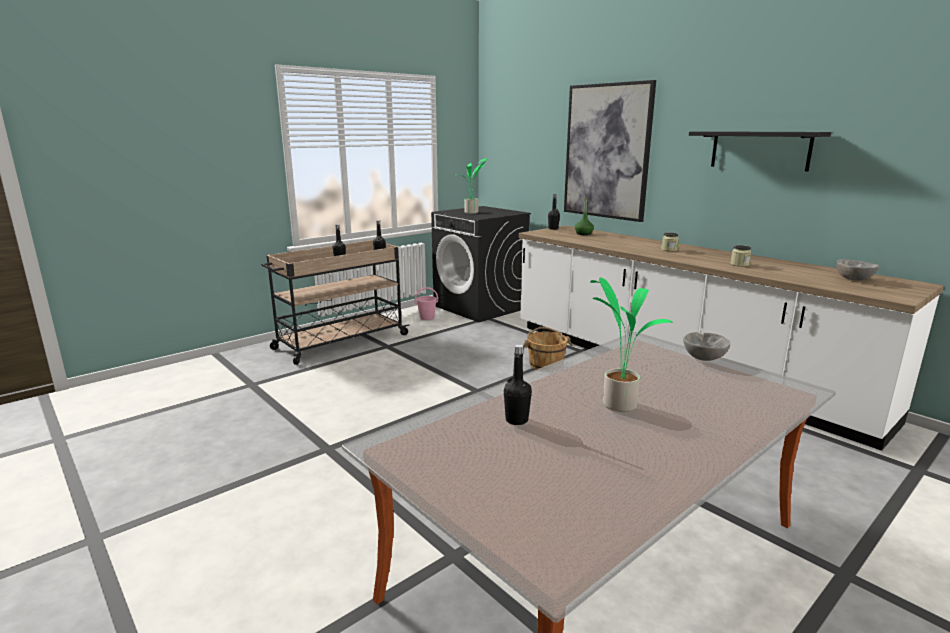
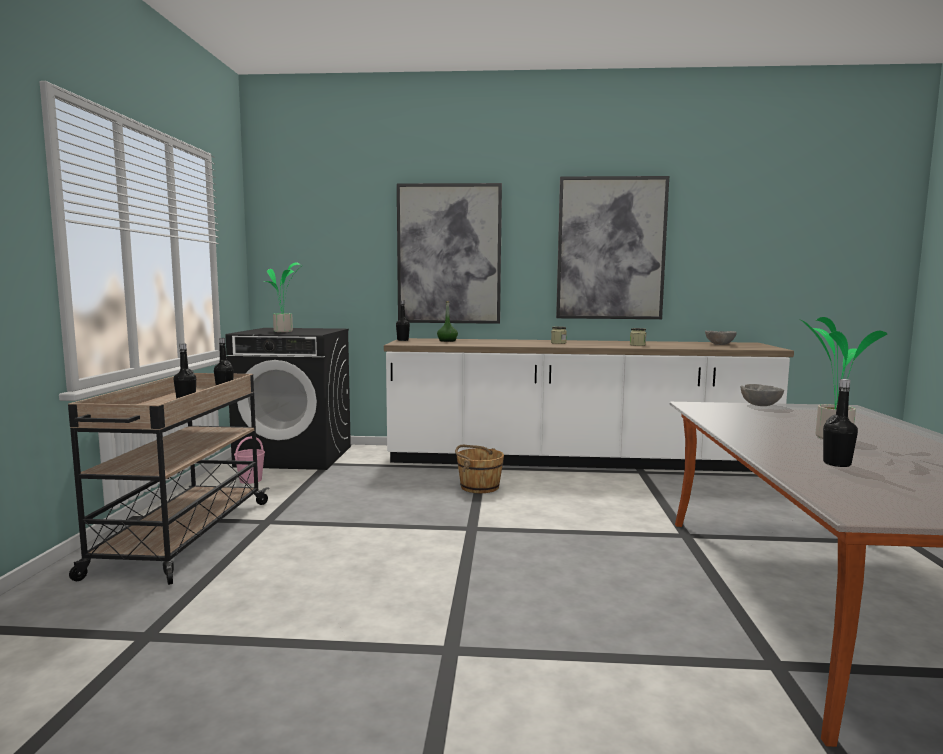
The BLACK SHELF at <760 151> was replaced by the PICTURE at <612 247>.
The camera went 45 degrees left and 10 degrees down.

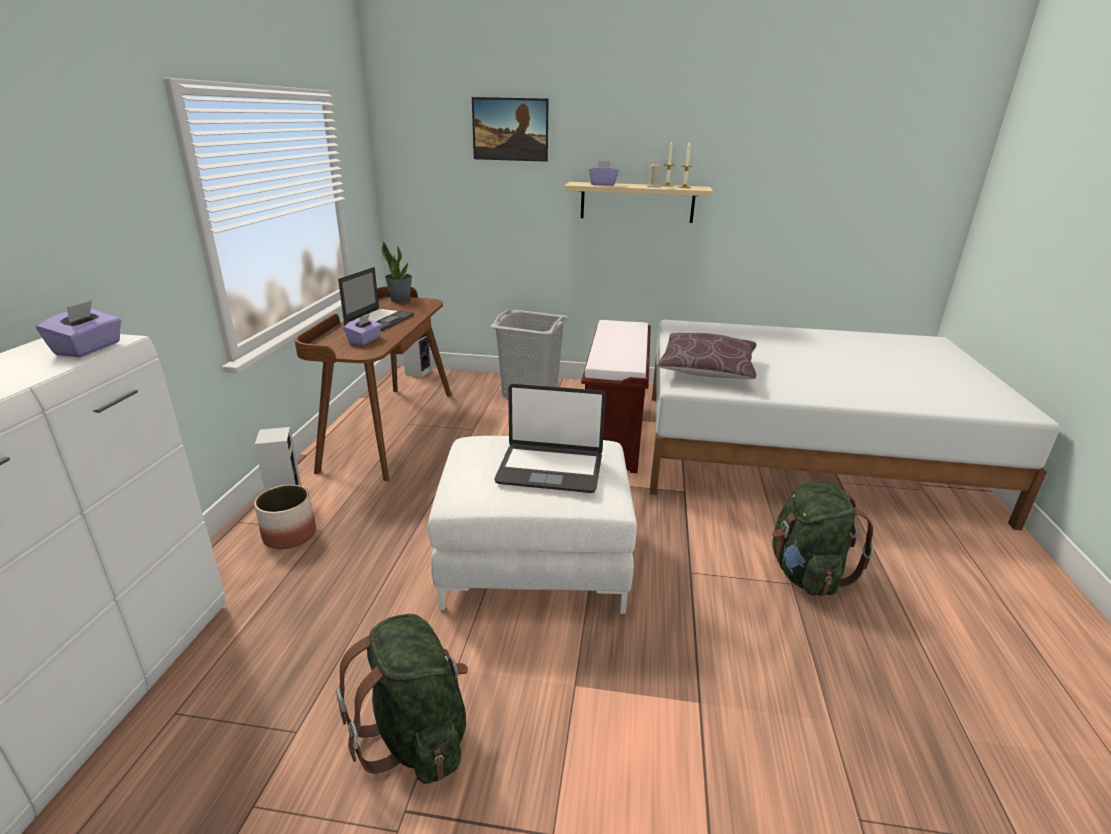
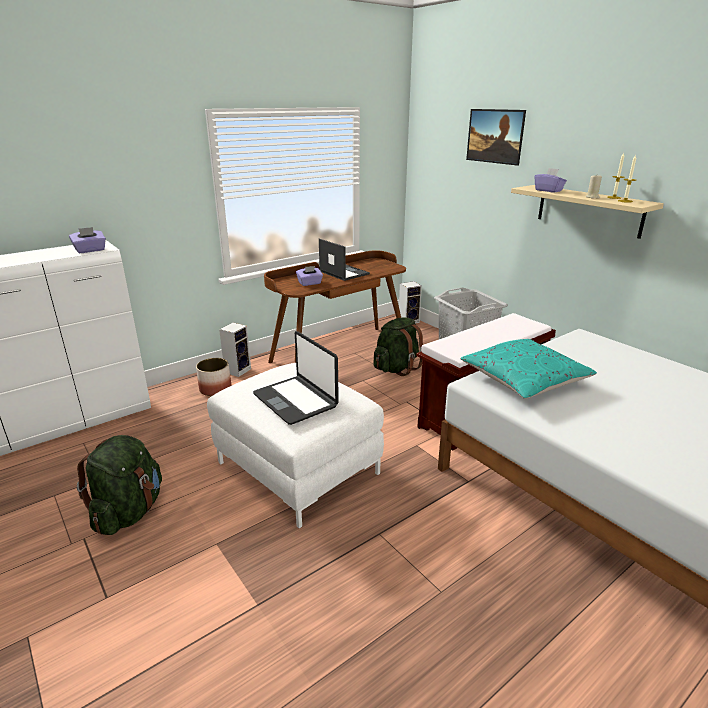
The LAPTOP at <376 299> turned 105 degrees counterclockwise.
The GREEN BACKPACK moved from <823 538> to <398 346>.
The BROWN PILLOW at <707 356> became the TURQUOISE PILLOW at <528 369>.
The POTTED PLANT at <396 272> disappeared.
The camera went 45 degrees right and 0 degrees up.

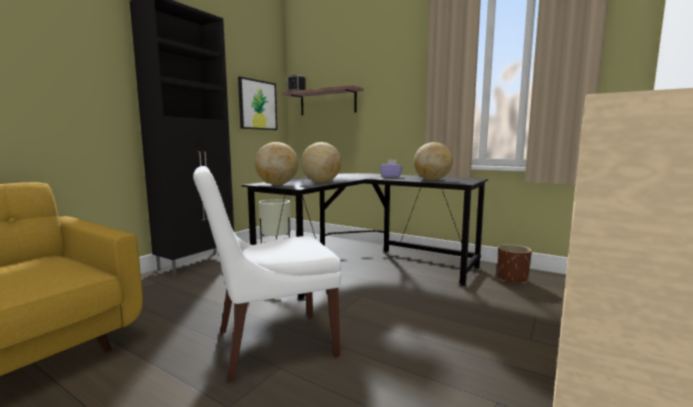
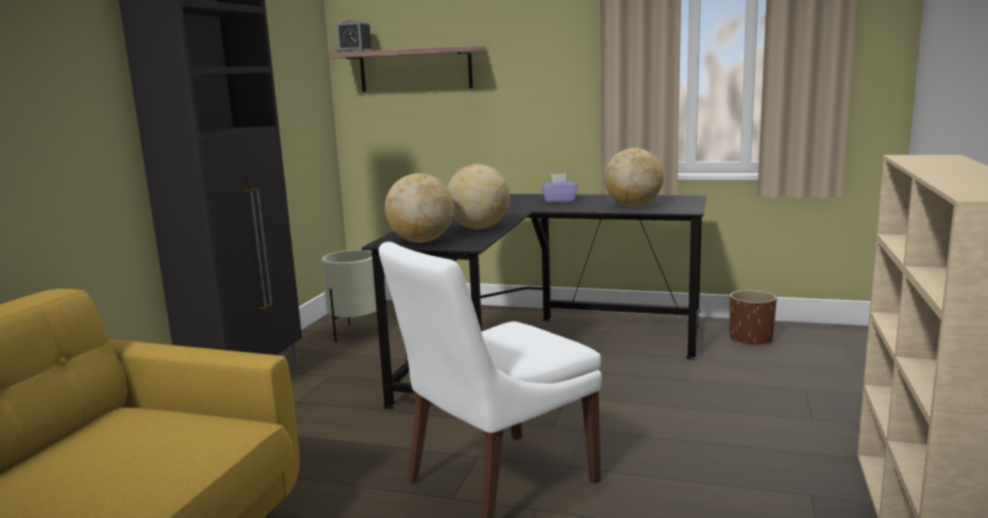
The PICTURE at <257 103> disappeared.
The camera went 15 degrees left and 5 degrees up.

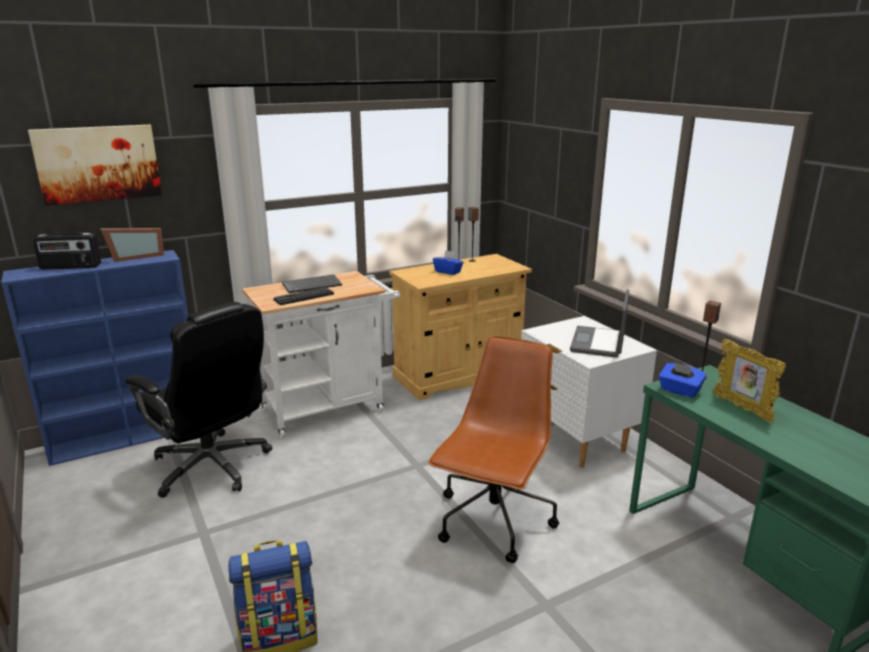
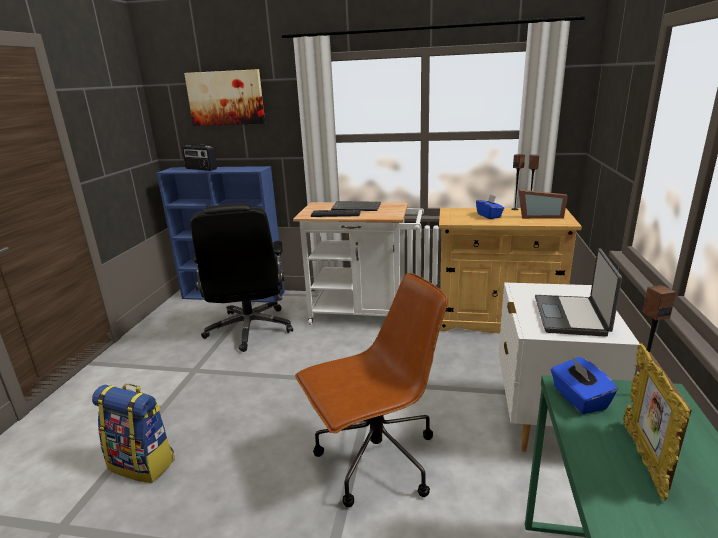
The PICTURE FRAME moved from <132 245> to <543 204>.
The LAPTOP at <599 323> turned 45 degrees counterclockwise.
The camera went 40 degrees right and 0 degrees up.

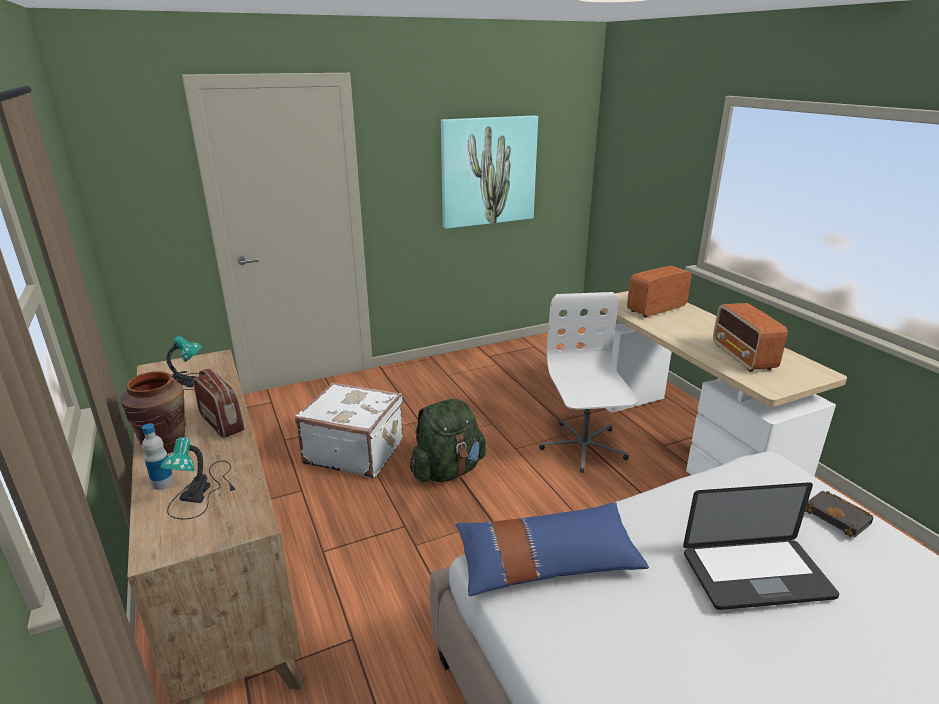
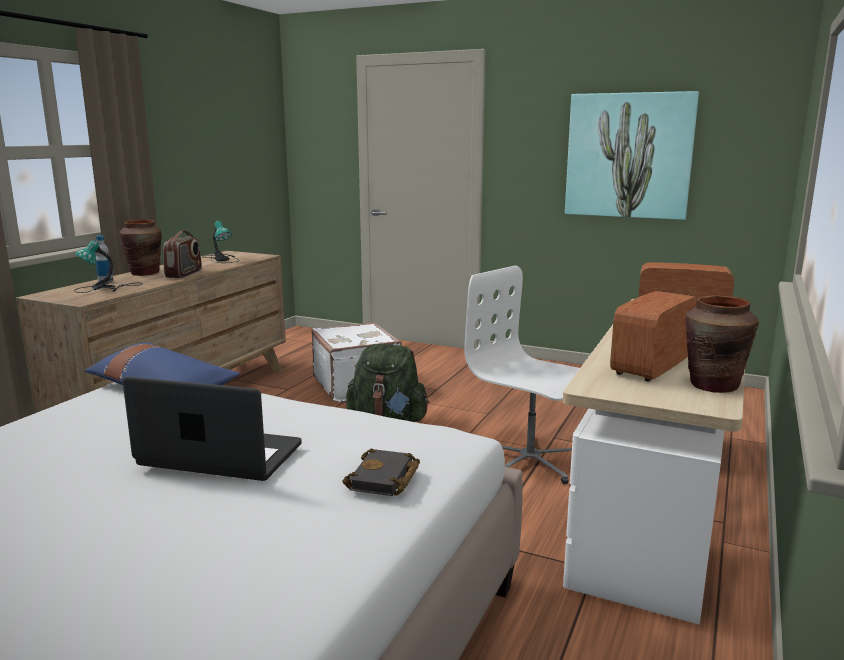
The LAPTOP at <761 546> turned 150 degrees clockwise.
The WHITE OFFICE CHAIR at <588 382> turned 90 degrees counterclockwise.
The BROWN VASE at <722 344> appeared.
The camera went 50 degrees right and 10 degrees down.

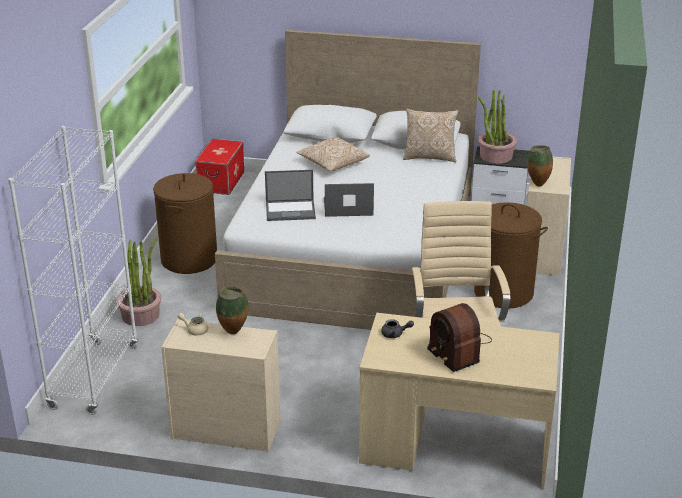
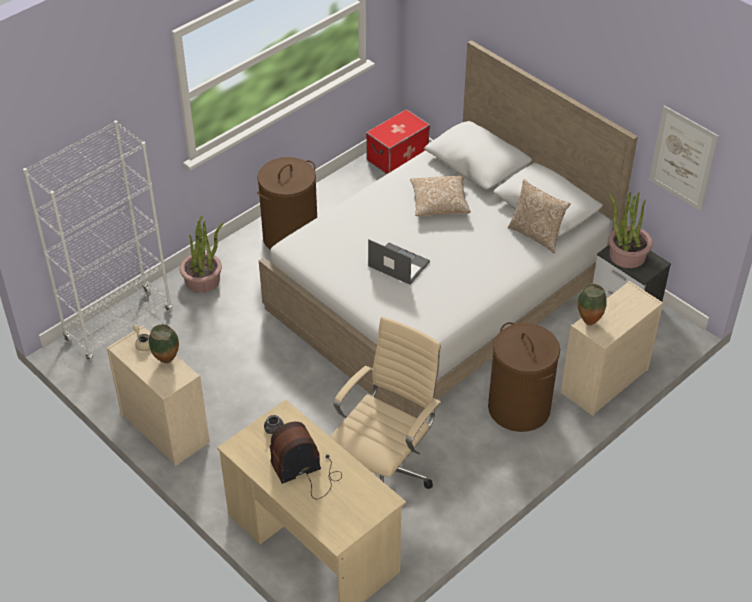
The RADIO at <459 337> turned 60 degrees clockwise.
The PICTURE at <684 158> appeared.
The LAPTOP at <290 195> disappeared.
The camera went 35 degrees right and 15 degrees up.

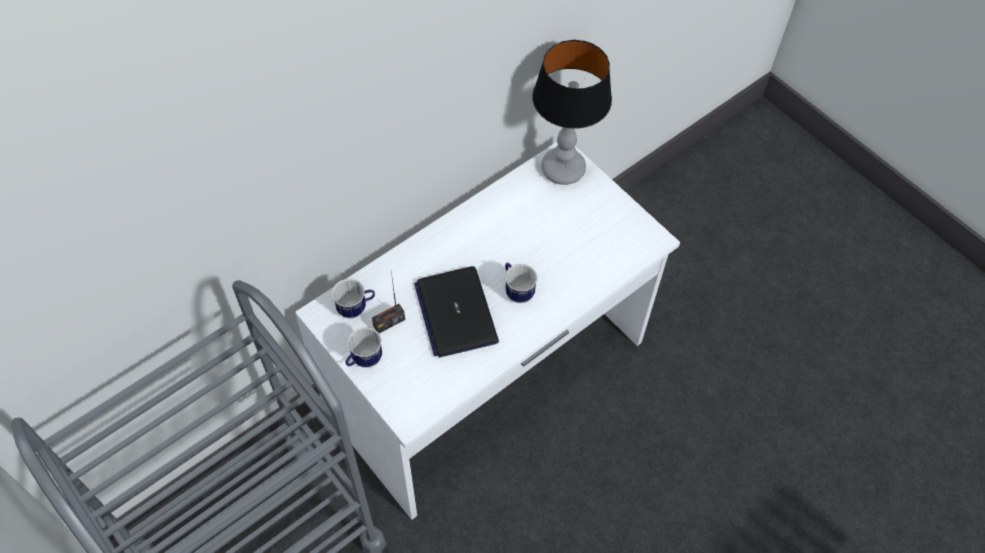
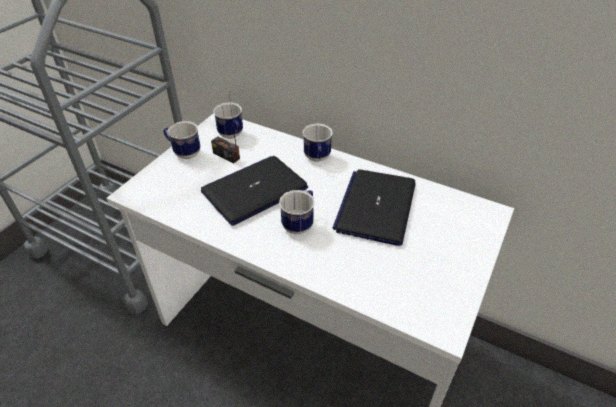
The MUG at <318 143> appeared.
The LAPTOP at <374 208> appeared.
The TABLE LAMP at <572 112> disappeared.
The camera went 70 degrees right and 15 degrees down.

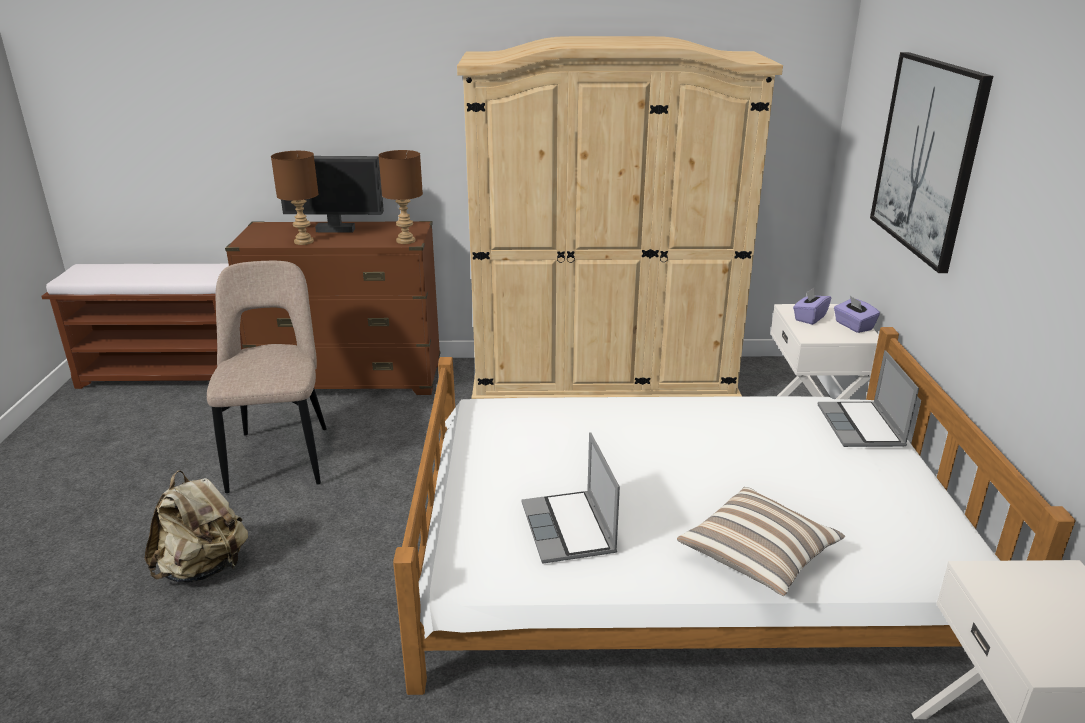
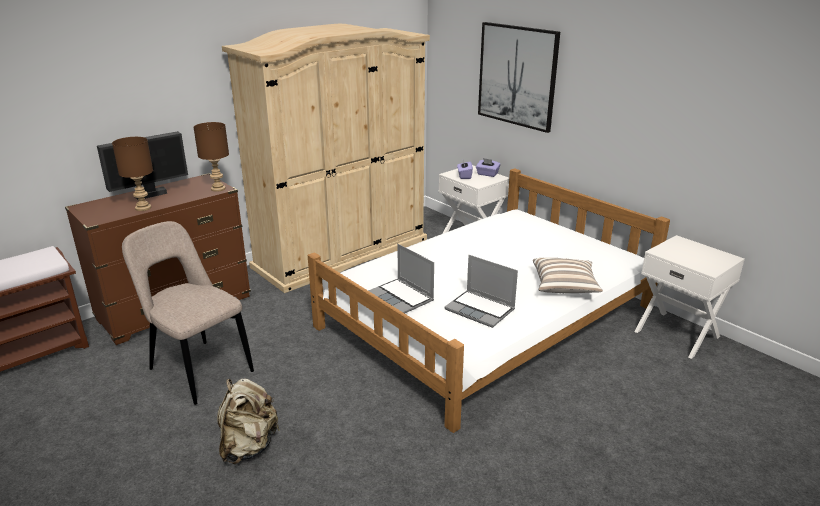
The LAPTOP moved from <868 398> to <401 278>.
The camera went 40 degrees left and 0 degrees up.

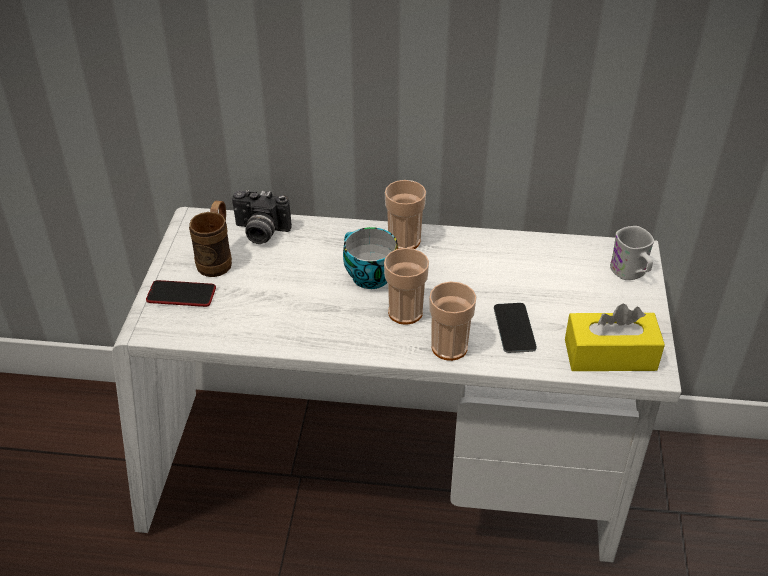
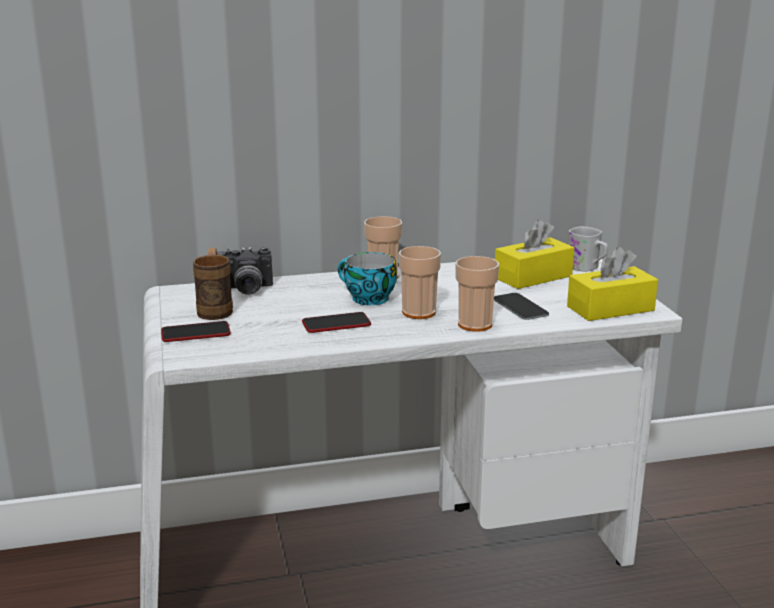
The PHONE at <336 322> appeared.
The YELLOW TISSUE BOX at <534 254> appeared.
The camera went 20 degrees left and 20 degrees down.

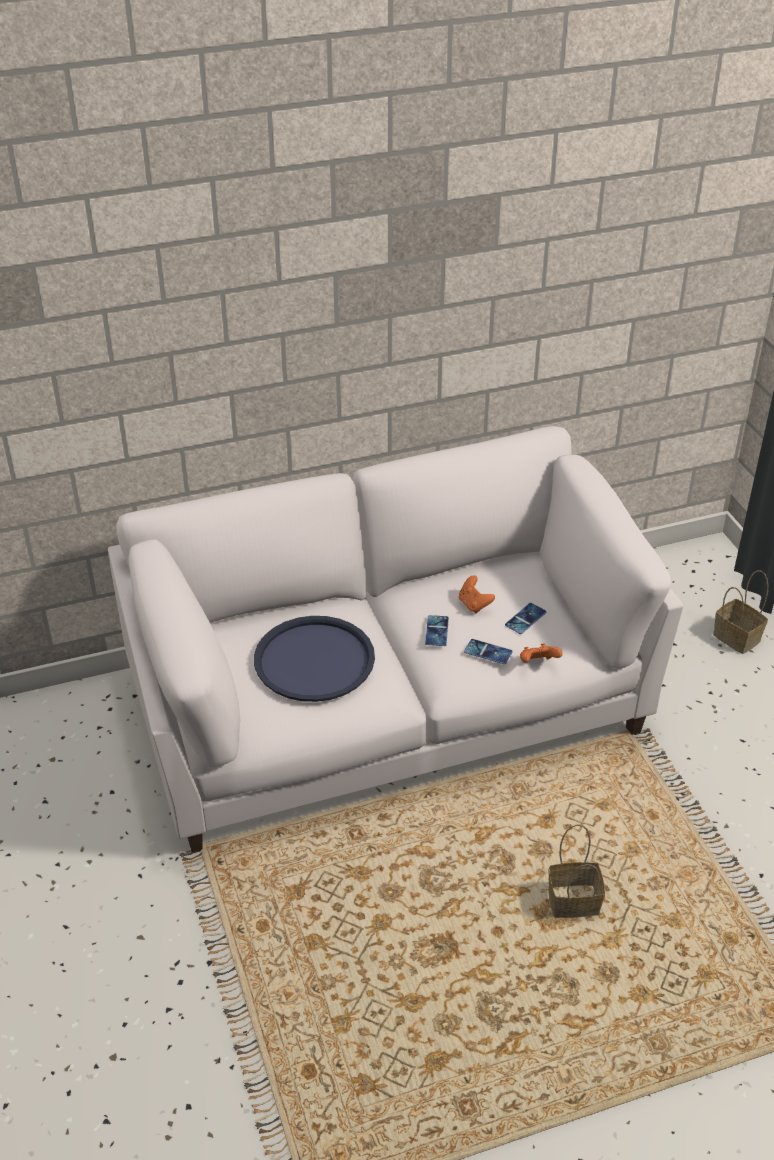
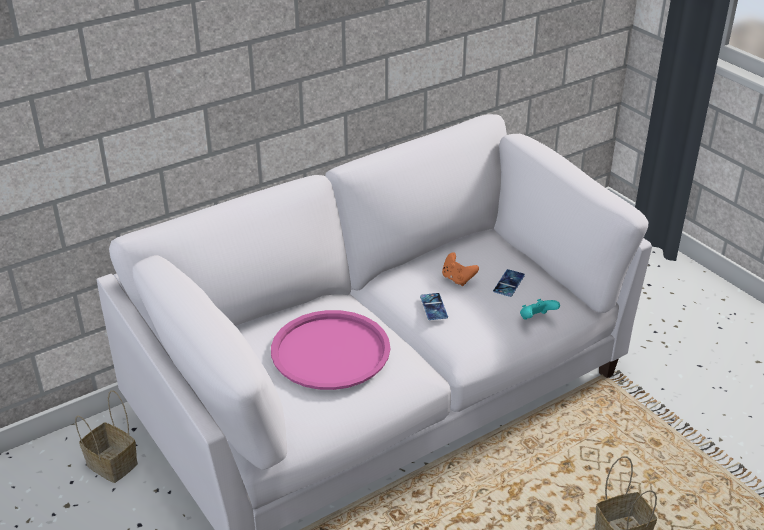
The BASKET moved from <741 612> to <106 436>.
The BLUE TRAY at <314 659> became the PINK TRAY at <330 350>.
The ORANGE GAME CONTROLLER at <541 653> became the TURQUOISE GAME CONTROLLER at <540 309>.
The PHONE at <488 651> disappeared.
The camera went 15 degrees left and 5 degrees down.

